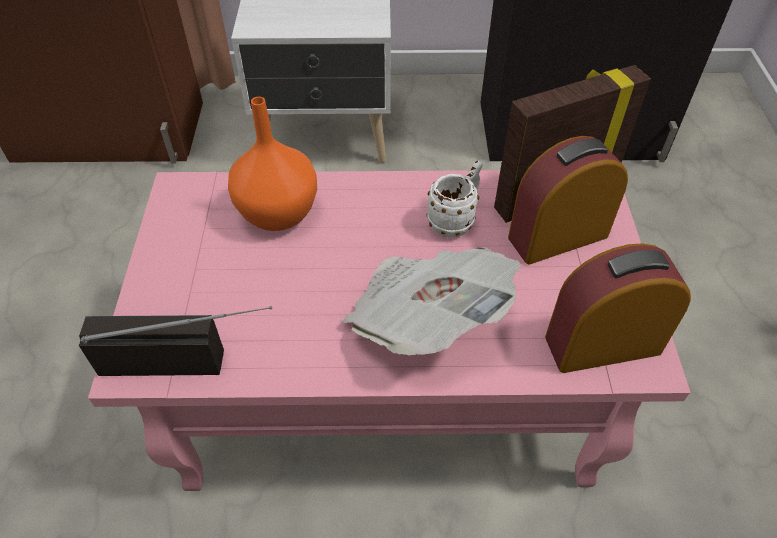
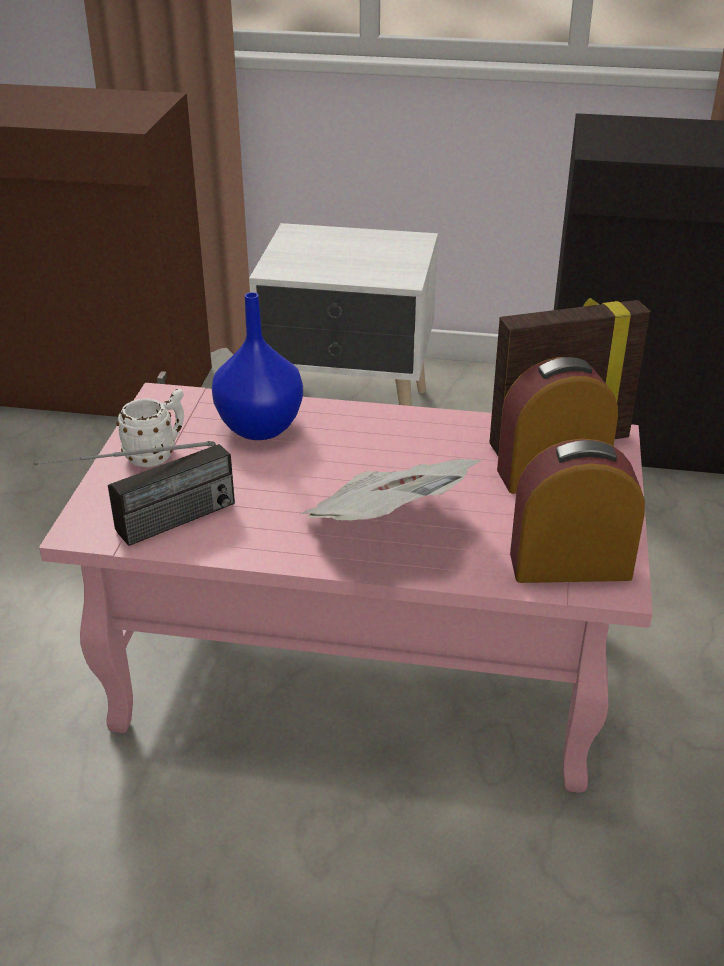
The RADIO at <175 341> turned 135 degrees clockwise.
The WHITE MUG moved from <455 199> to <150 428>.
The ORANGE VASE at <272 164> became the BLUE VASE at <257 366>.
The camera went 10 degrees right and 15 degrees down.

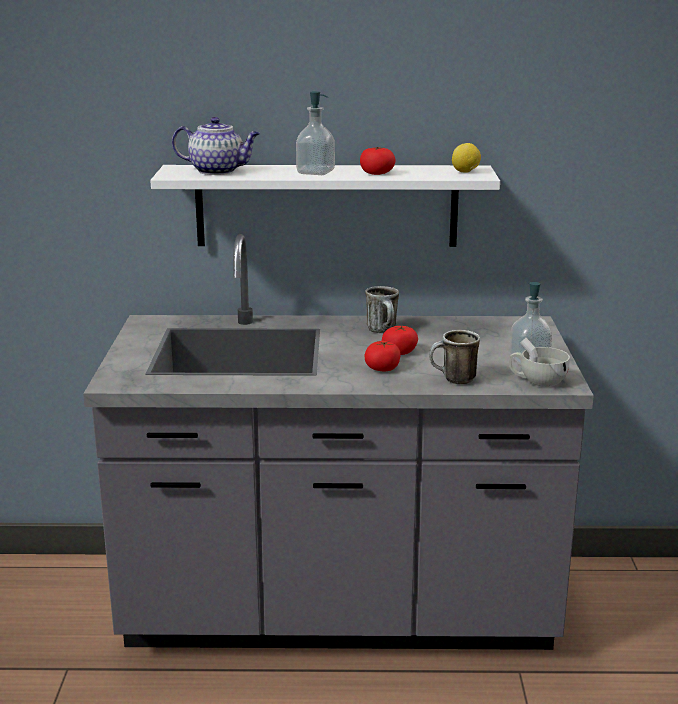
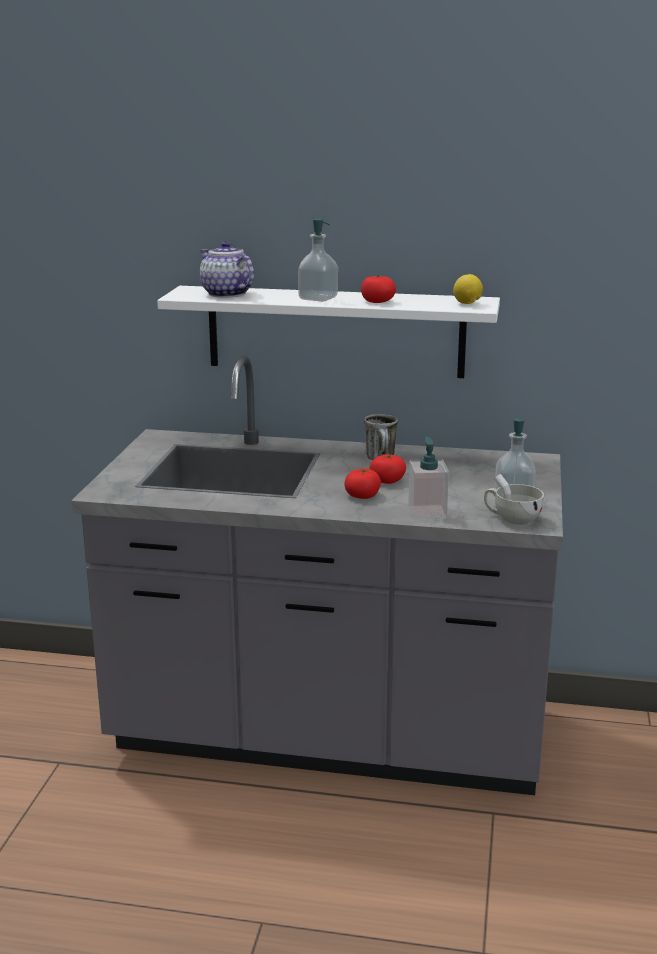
The TEAPOT at <216 146> turned 150 degrees counterclockwise.
The MUG at <454 357> was replaced by the SOAP DISPENSER at <428 478>.
The camera went 10 degrees right and 0 degrees up.

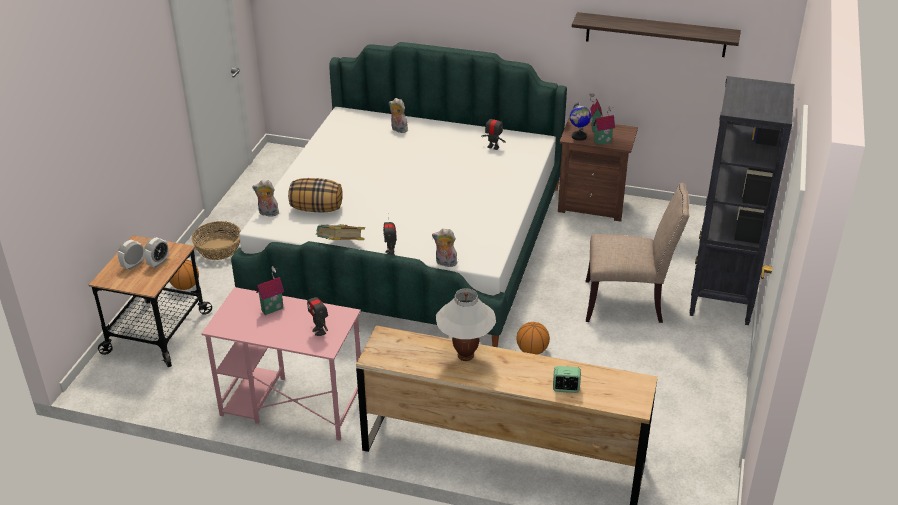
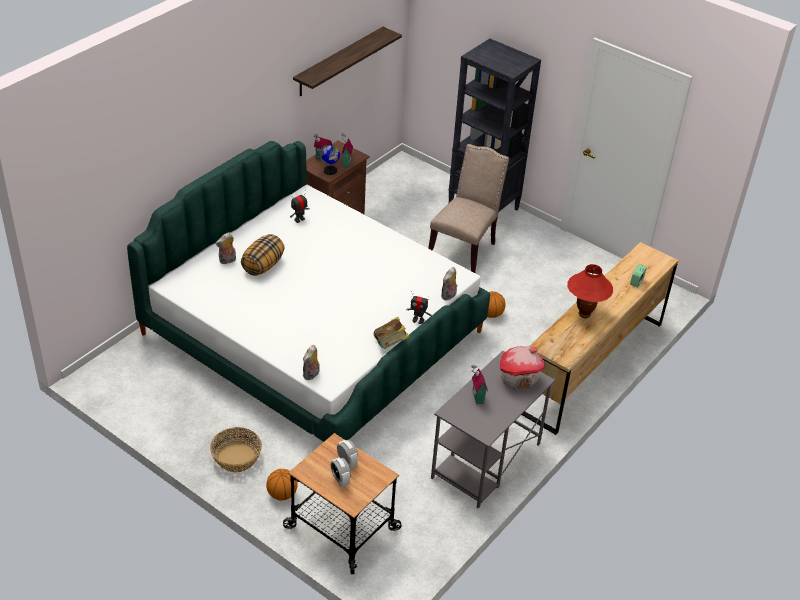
The PILLOW moved from <315 195> to <263 255>.
The PINK DESK at <281 364> became the GREY DESK at <493 429>.
The TOY ROBOT at <317 316> was replaced by the TOY HOUSE at <522 368>.
The WHITE TABLE LAMP at <466 324> became the RED TABLE LAMP at <590 291>.
The camera went 70 degrees left and 5 degrees up.

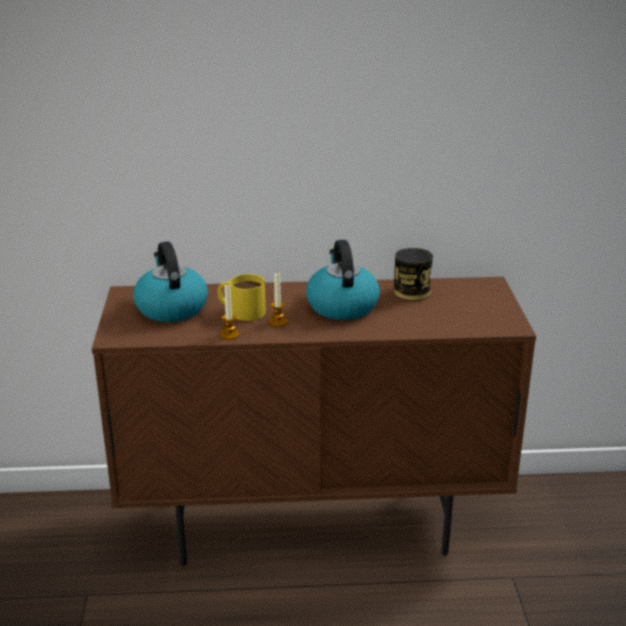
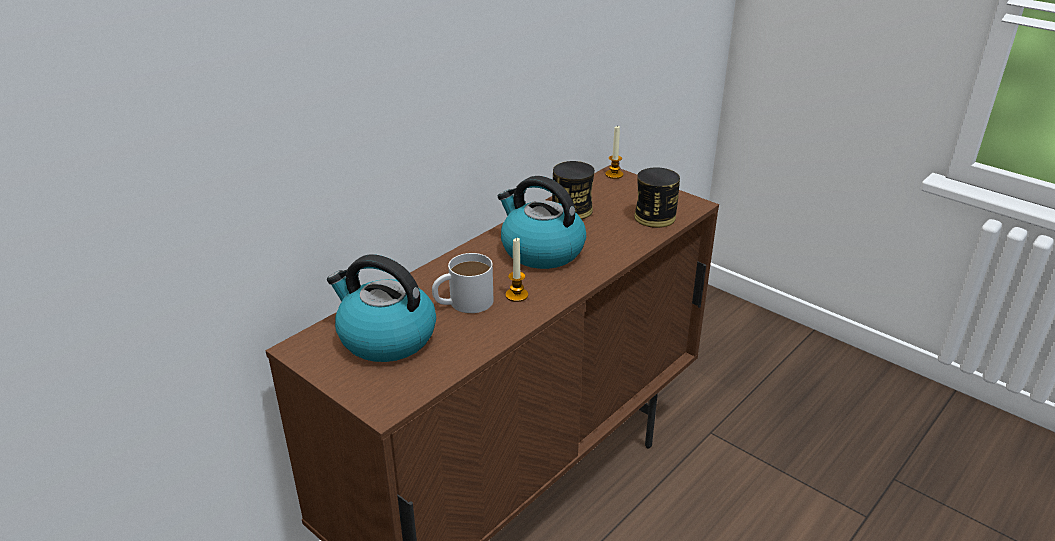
The YELLOW MUG at <241 297> became the WHITE MUG at <462 283>.
The CANDLE moved from <229 312> to <614 152>.
The CAN at <657 197> appeared.
The camera went 45 degrees left and 5 degrees up.

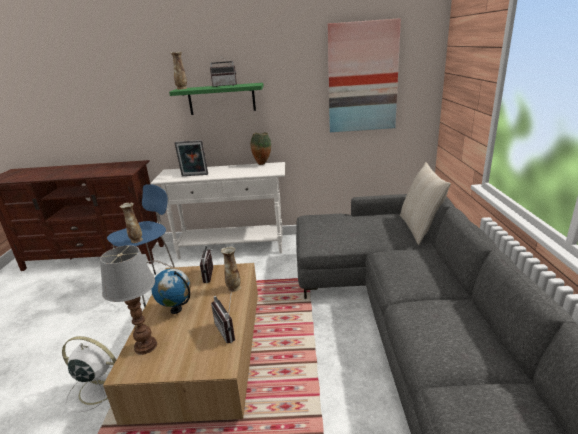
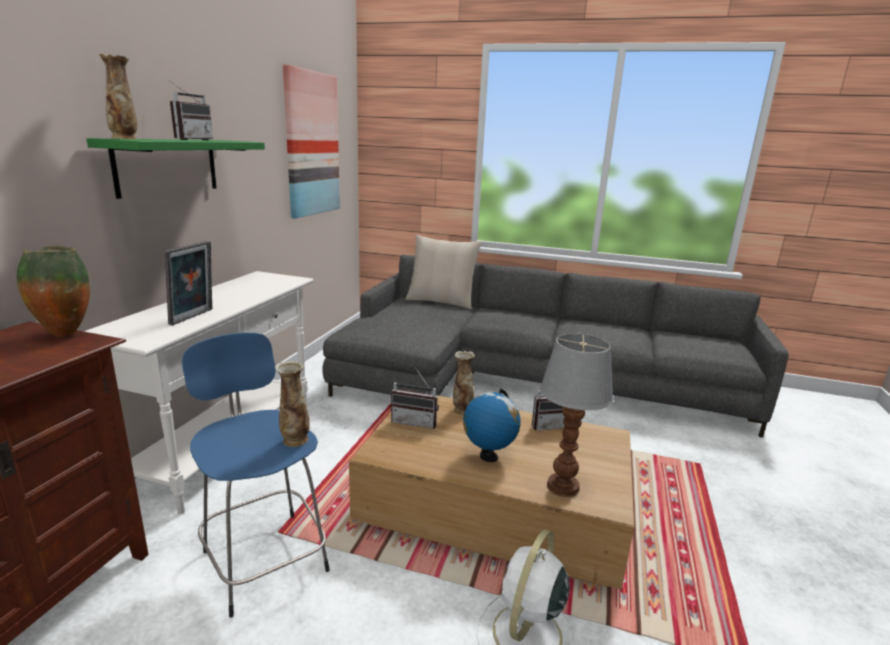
The VASE moved from <261 148> to <53 291>.
The camera went 75 degrees left and 5 degrees down.

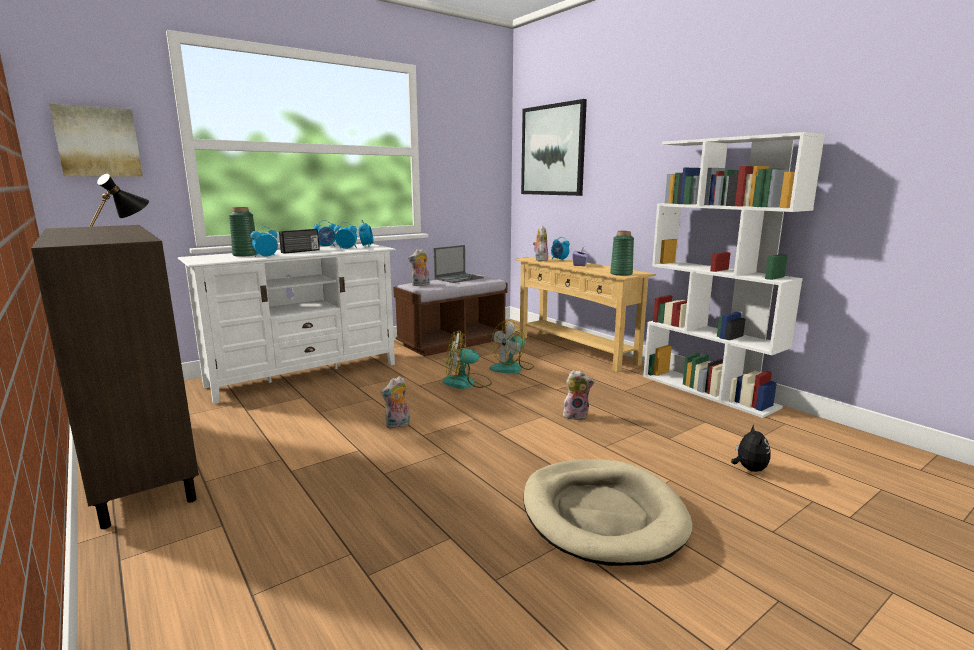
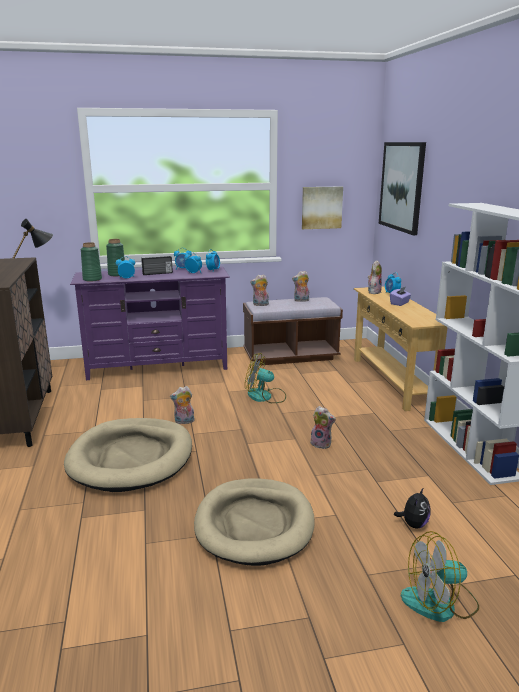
The BEIGE DOG BED at <128 455> appeared.
The WHITE TV STAND at <287 324> became the PURPLE TV STAND at <150 323>.
The GREEN VASE moved from <622 253> to <91 262>.
The LAPTOP at <459 264> was replaced by the PLUSH TOY at <300 286>.
The PICTURE moved from <96 140> to <322 207>.
The FAN moved from <512 346> to <440 576>.
The camera went 25 degrees right and 5 degrees up.

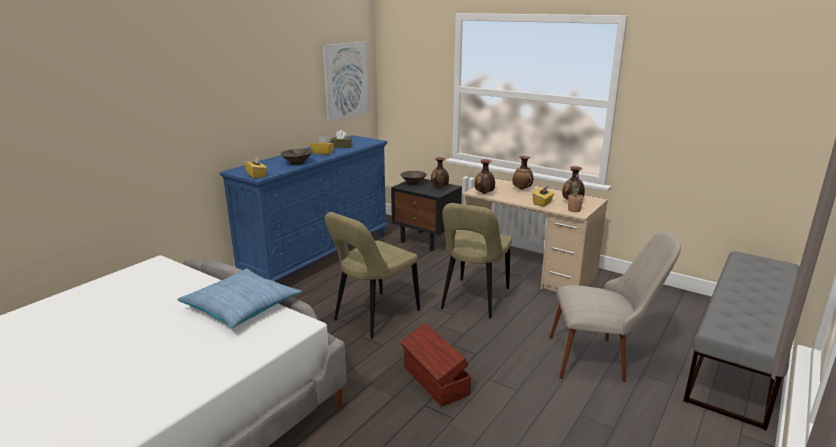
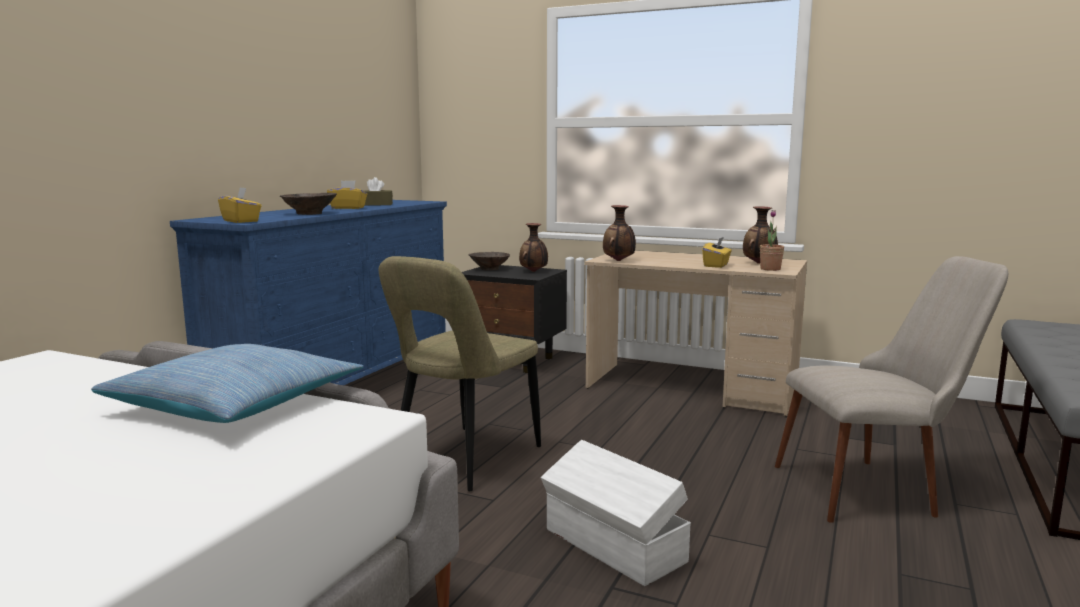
The BROWN STORAGE BOX at <435 365> became the WHITE STORAGE BOX at <616 513>.
The PICTURE at <345 81> disappeared.
The BEIGE CHAIR at <476 260> disappeared.
The VASE at <522 173> disappeared.
The camera went 10 degrees left and 10 degrees down.

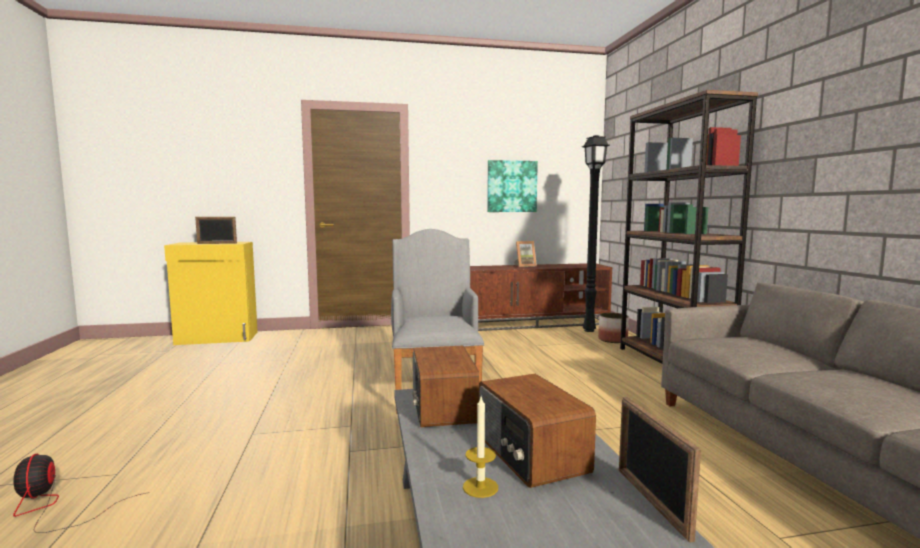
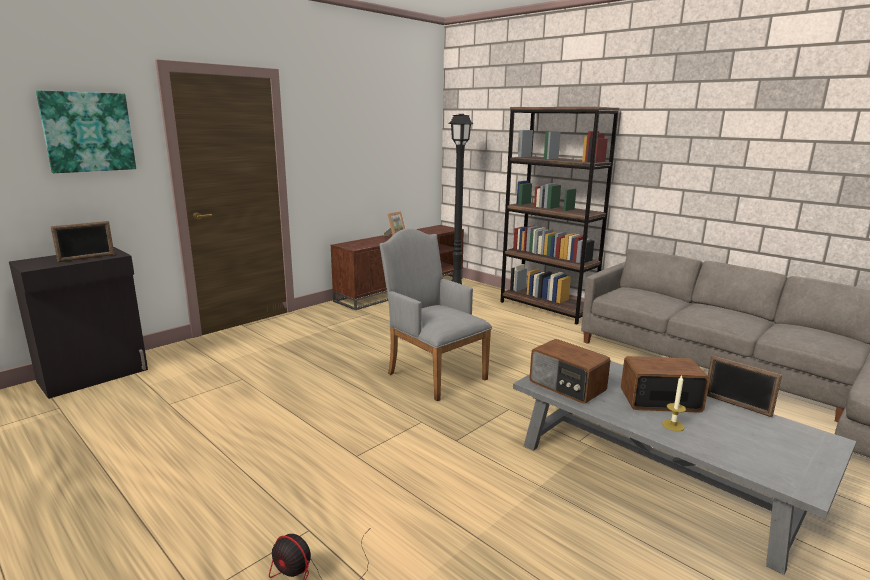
The YELLOW CABINET at <211 293> became the BLACK CABINET at <78 323>.
The PICTURE moved from <512 186> to <86 131>.
The RADIO at <537 431> turned 150 degrees clockwise.
The PLANTER at <613 328> disappeared.
The camera went 35 degrees left and 10 degrees up.

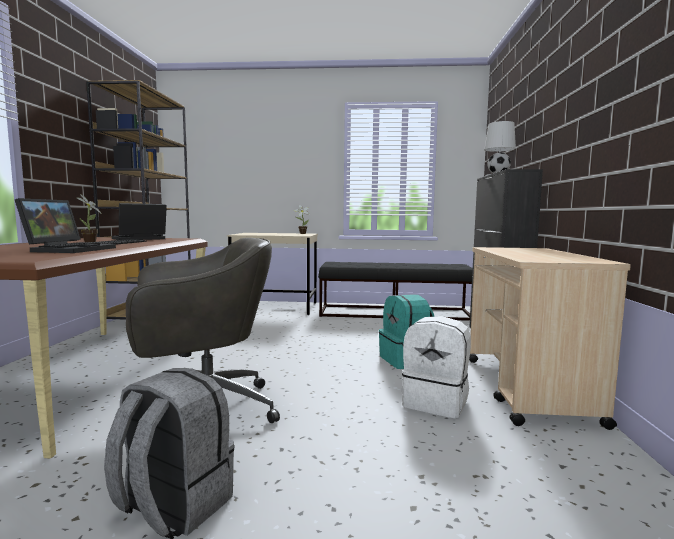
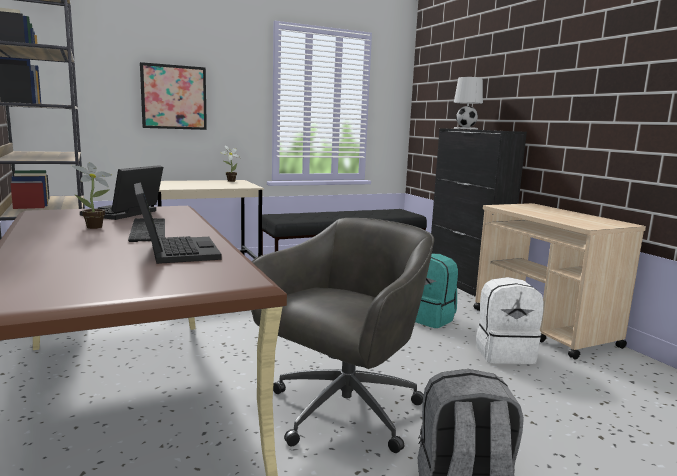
The PICTURE at <173 96> appeared.
The camera went 30 degrees left and 5 degrees up.

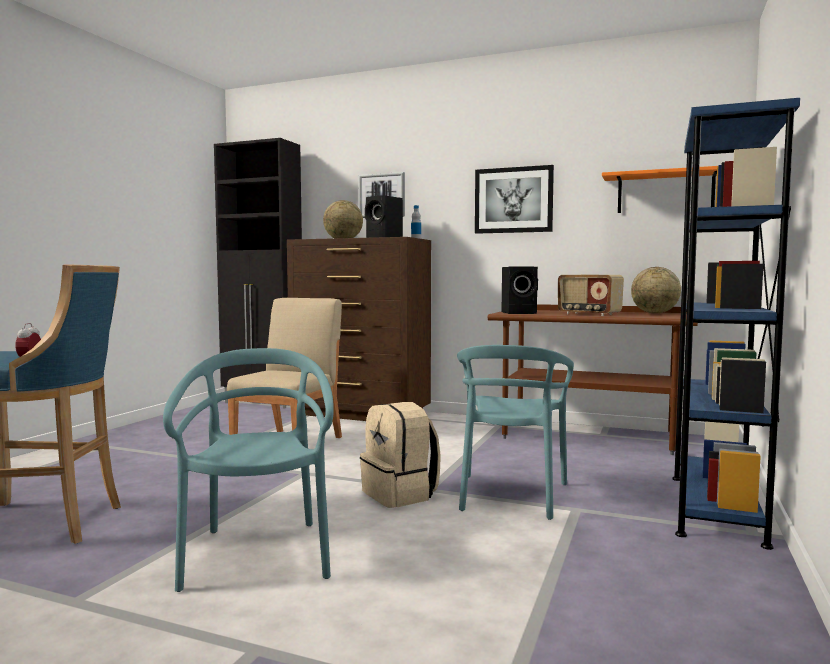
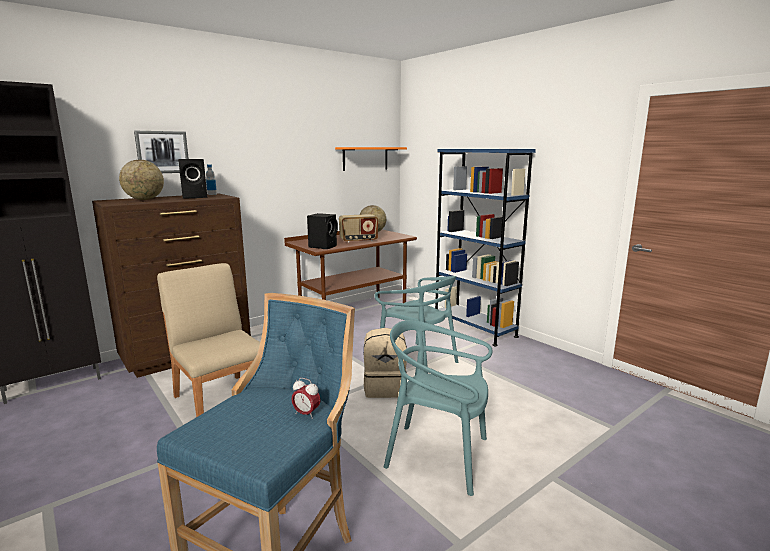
The PICTURE at <514 199> disappeared.
The camera went 60 degrees left and 10 degrees up.

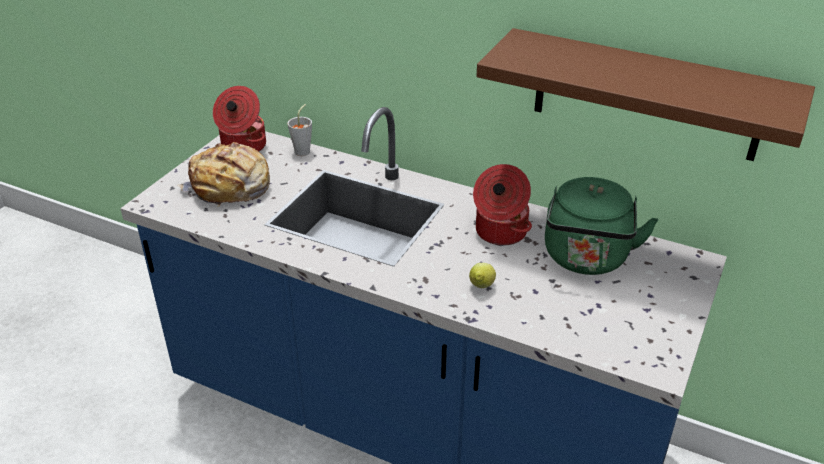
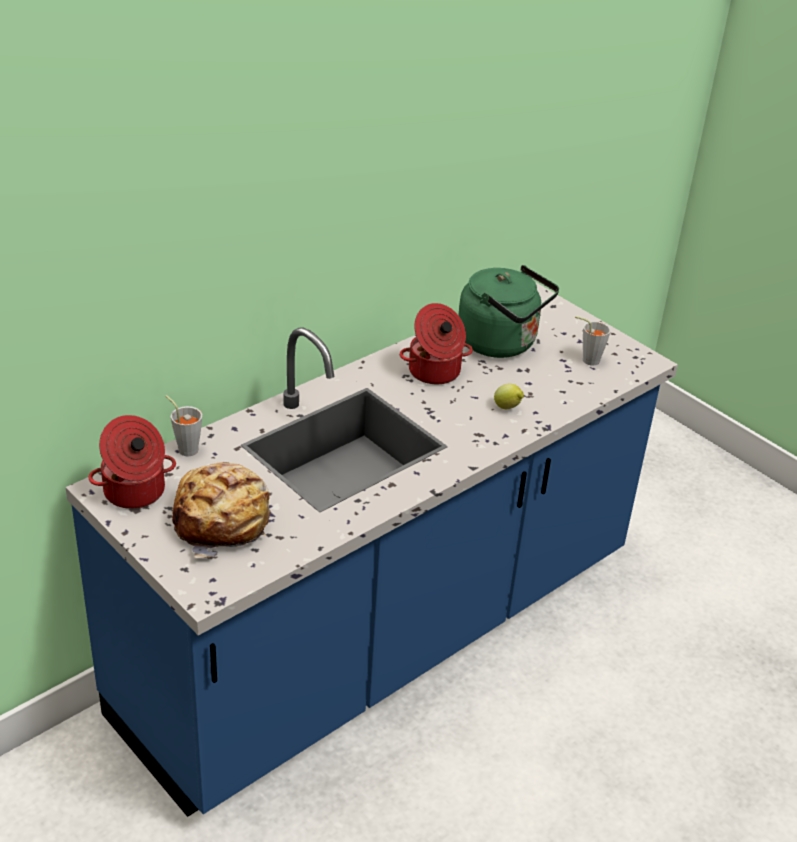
The GREY CUP at <593 341> appeared.
The BROWN SHELF at <645 94> disappeared.
The camera went 70 degrees left and 0 degrees up.

